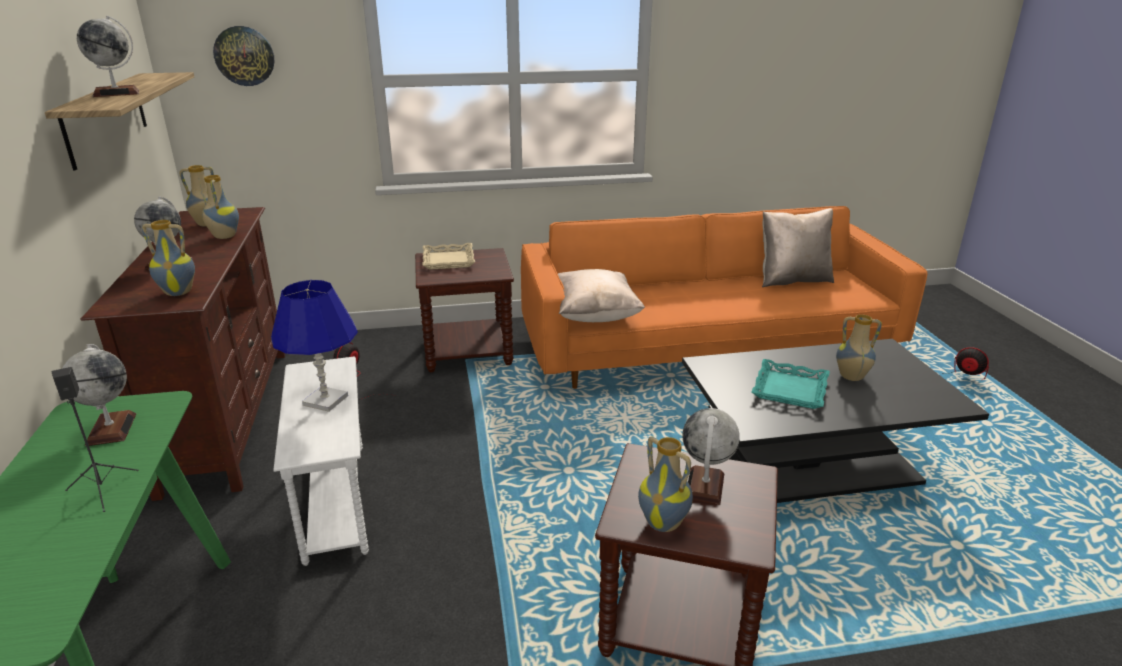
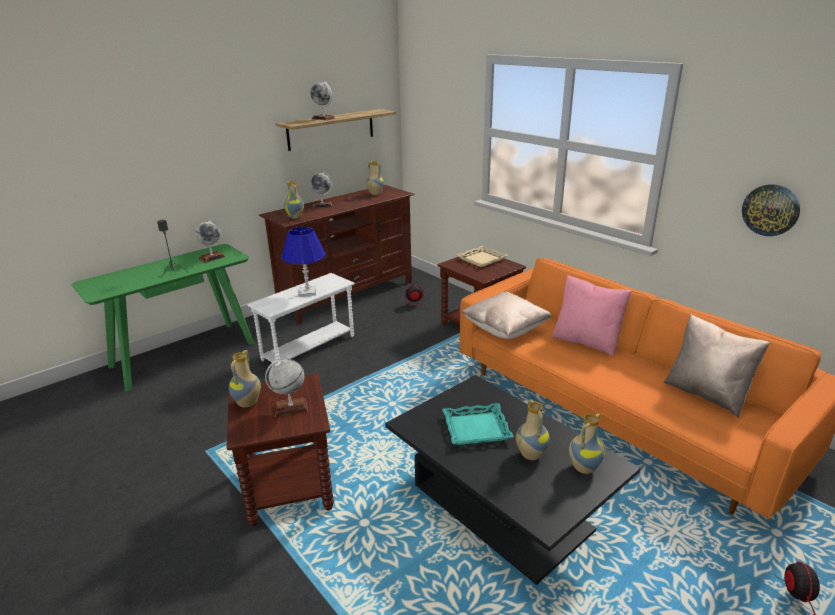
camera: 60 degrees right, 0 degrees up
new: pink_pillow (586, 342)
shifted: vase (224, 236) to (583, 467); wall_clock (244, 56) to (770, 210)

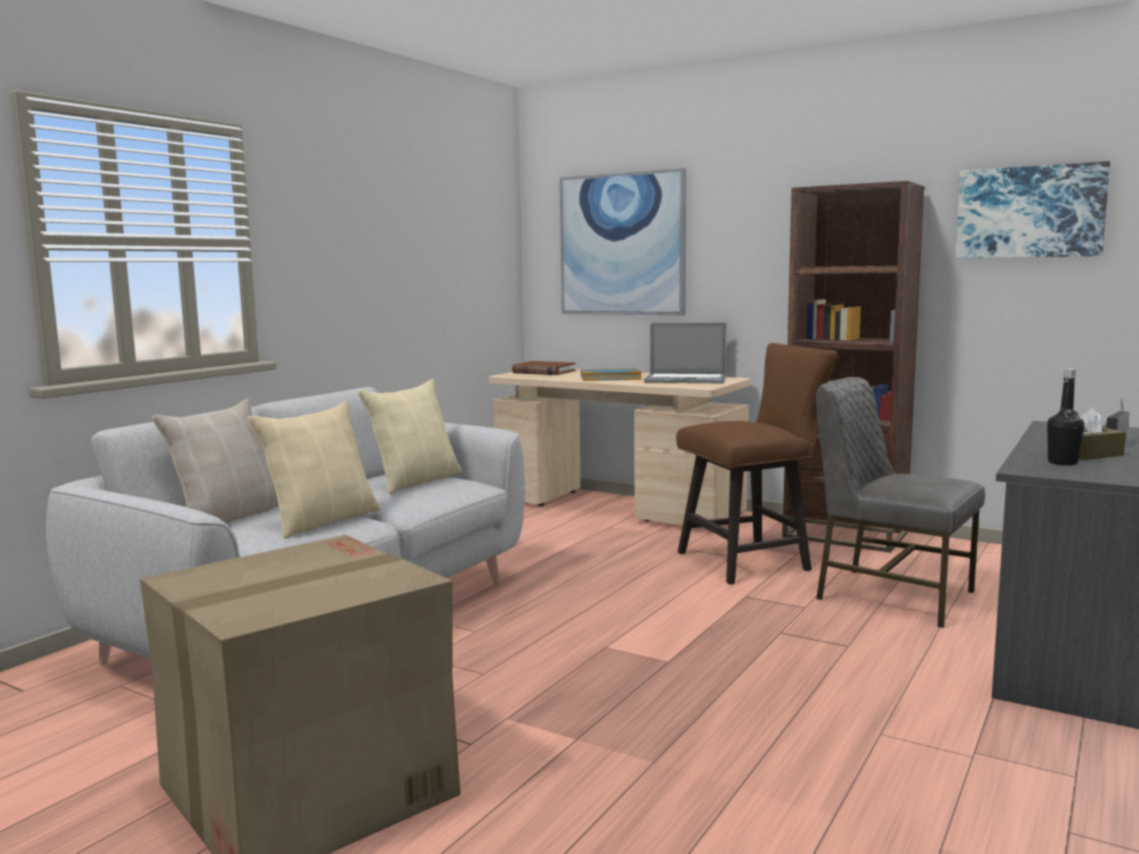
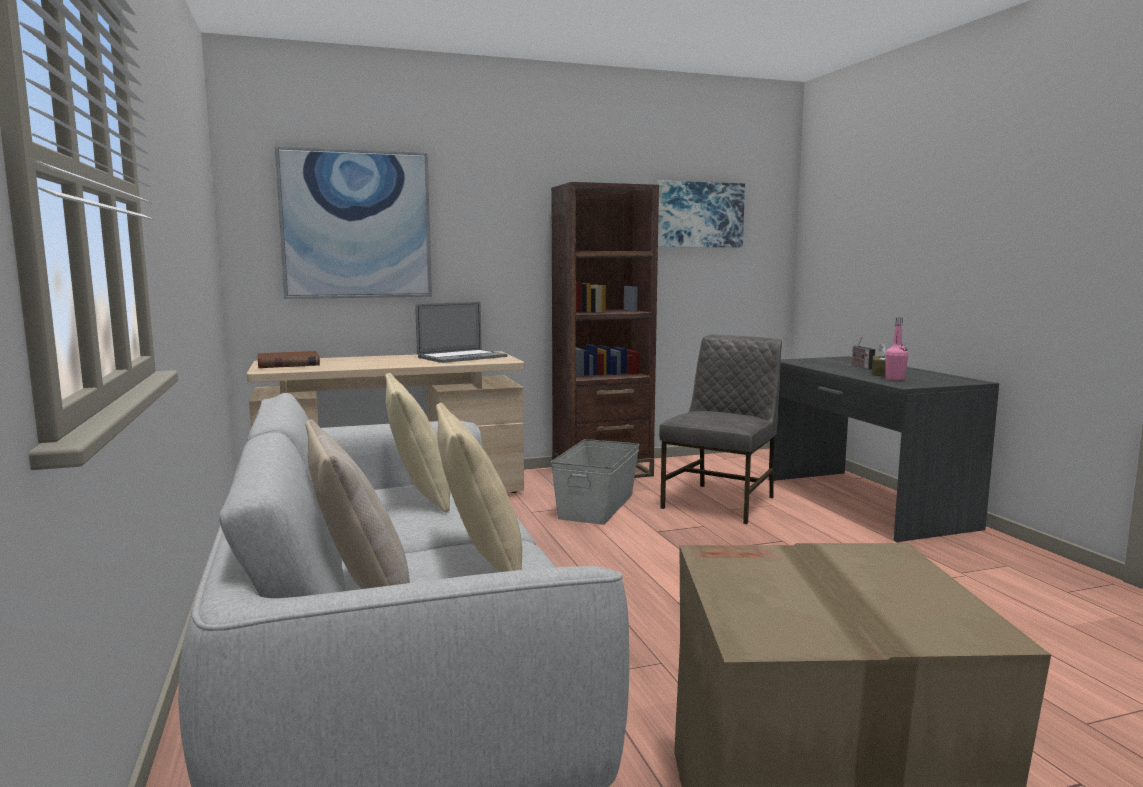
camera: 50 degrees left, 0 degrees up
gone: book (610, 378)
swapped: brown_chair (752, 561) to grey_storage_box (597, 506)
repainted: black_bottle (1062, 463) to pink_bottle (894, 379)
rotated: grey_chair (891, 595) = (721, 502) 135 degrees clockwise

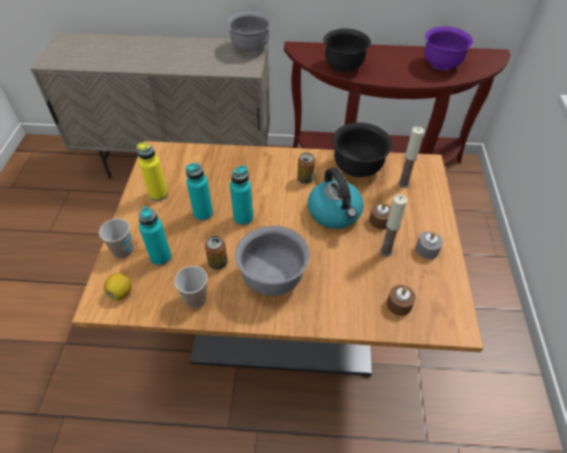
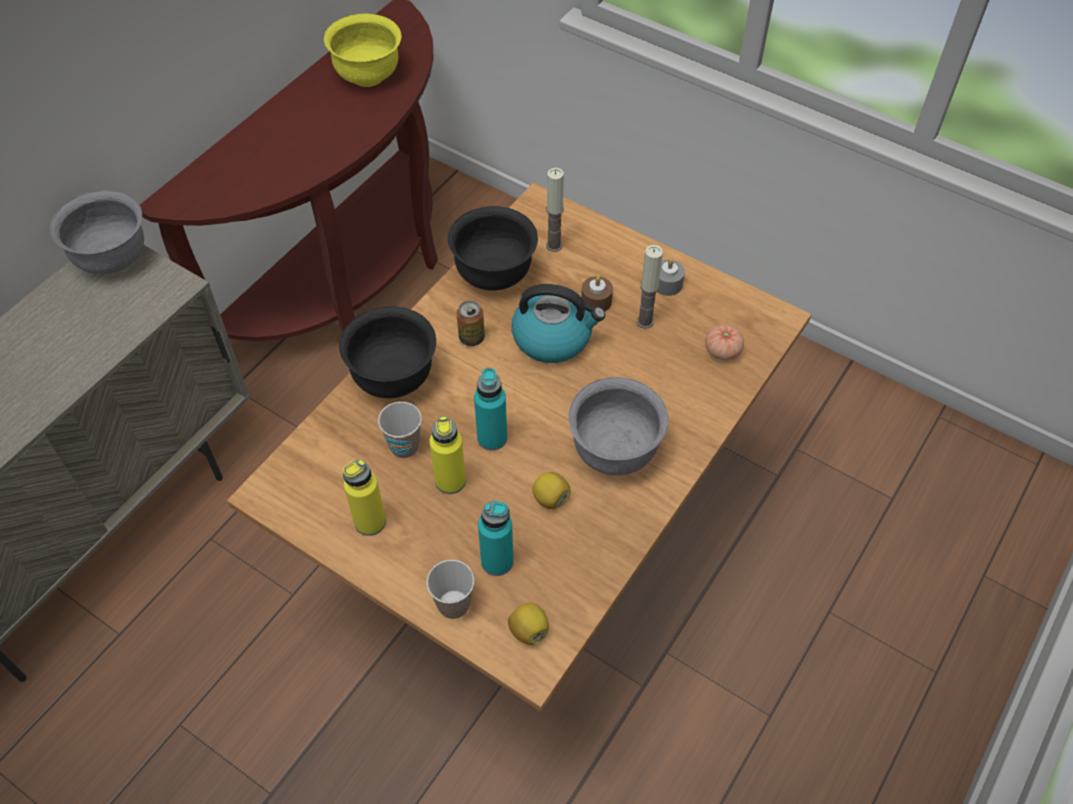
camera: 60 degrees left, 5 degrees up
shifted: black_bowl (344, 67) to (393, 378); cup (196, 299) to (404, 446)
swapped: can (218, 263) to lemon (550, 499); brown_candle (399, 304) to tomato (722, 351)
repainted: purple_bowl (441, 64) to yellow_bowl (368, 76); turquoise_bottle (203, 213) to yellow_bottle (450, 481)

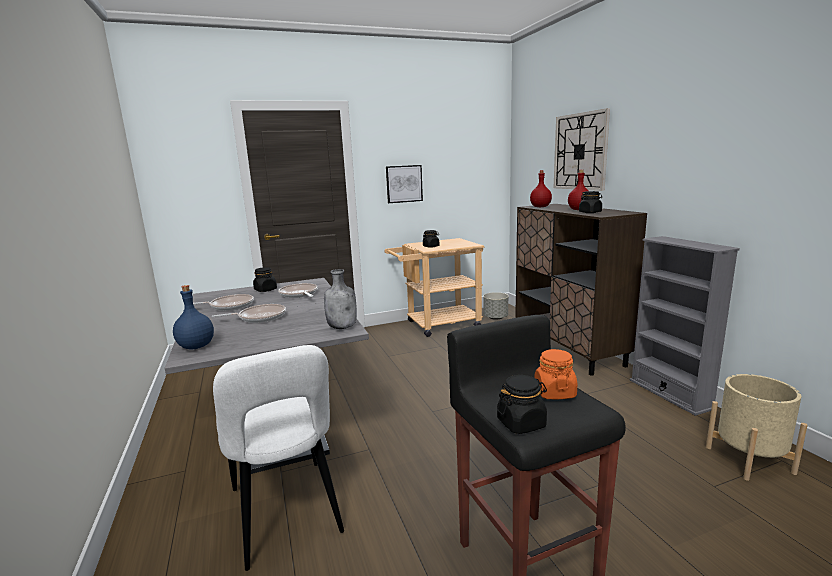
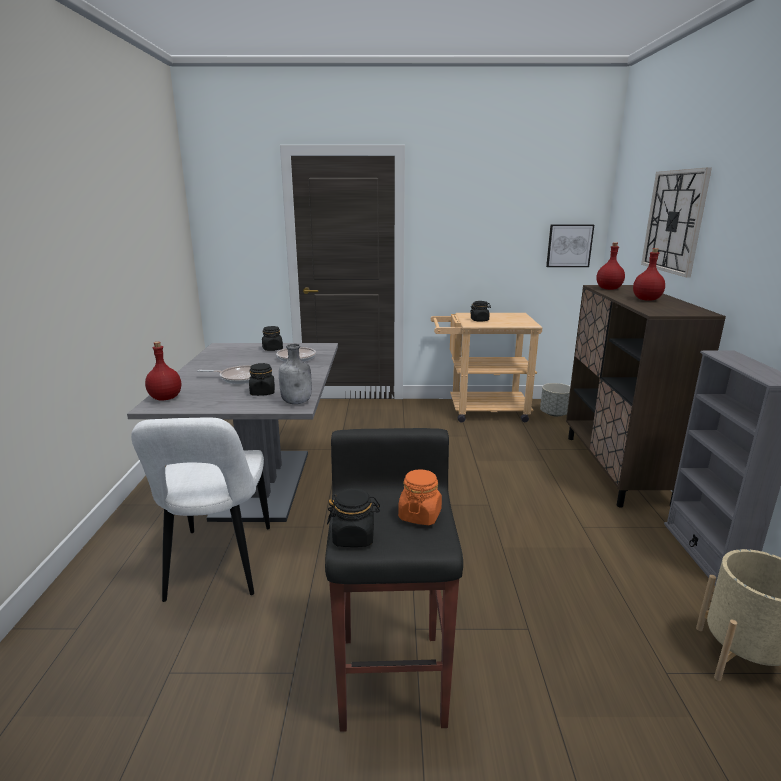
camera: 20 degrees right, 5 degrees up
gone: frying_pan (229, 306)
shifted: black_jar (590, 212) to (262, 392); picture (404, 184) to (569, 245)
repainted: blue_bottle (196, 346) to red_bottle (165, 398)

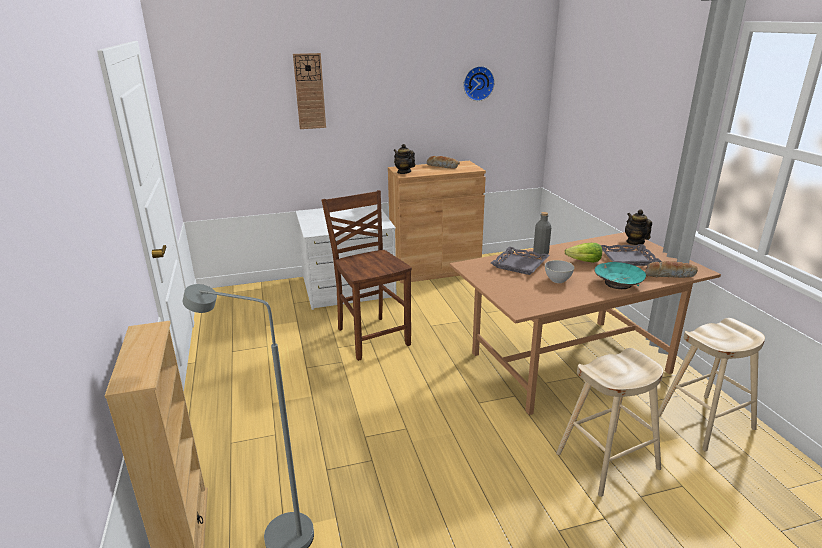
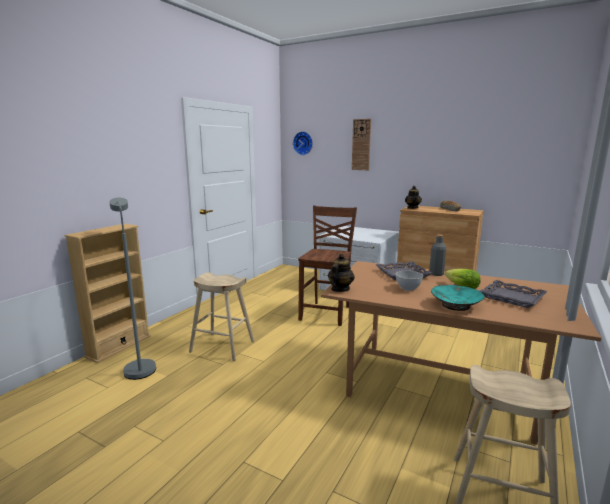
camera: 45 degrees right, 10 degrees down
gone: bread (669, 275)
shifted: beige_stool (607, 461) to (222, 346); wall_clock (478, 83) to (303, 143); teapot (635, 242) to (340, 289)

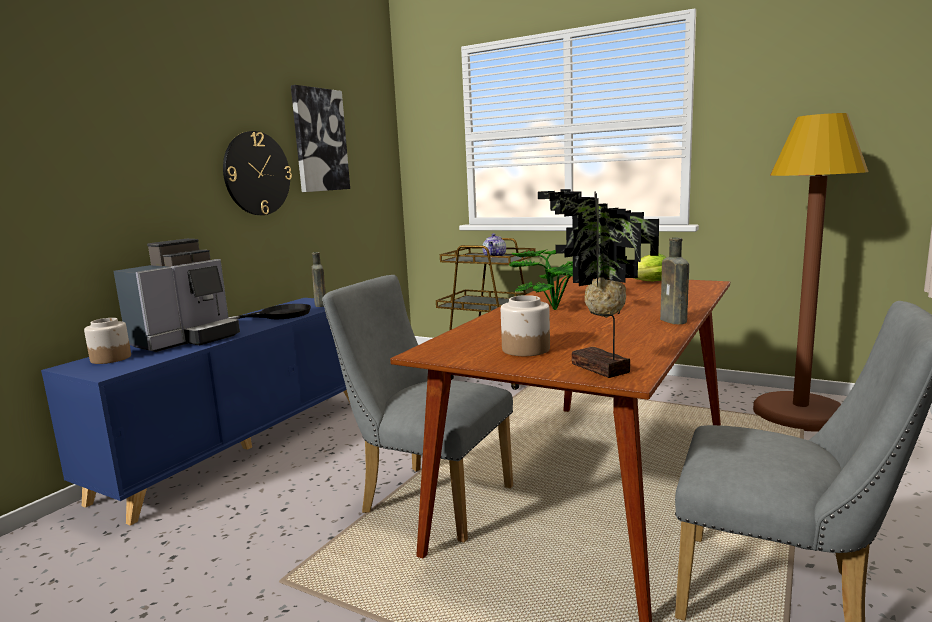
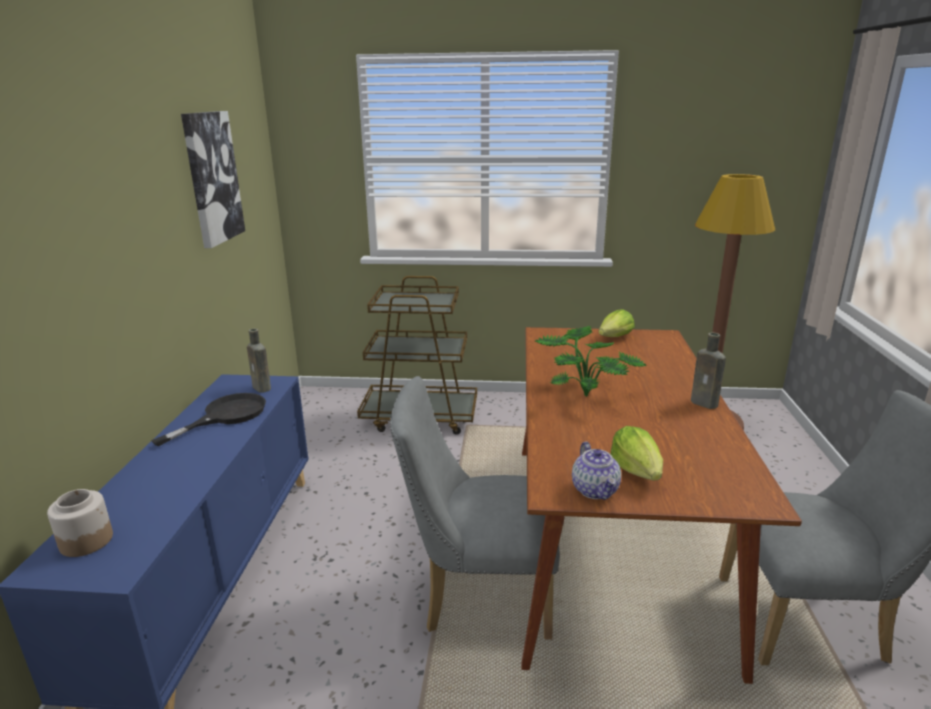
camera: 25 degrees left, 10 degrees up
gone: coffee_machine (187, 340); wall_clock (257, 173); potted_plant (598, 369)
shifted: teapot (494, 256) to (596, 490)
swapped: jar (526, 349) to lettuce (637, 471)

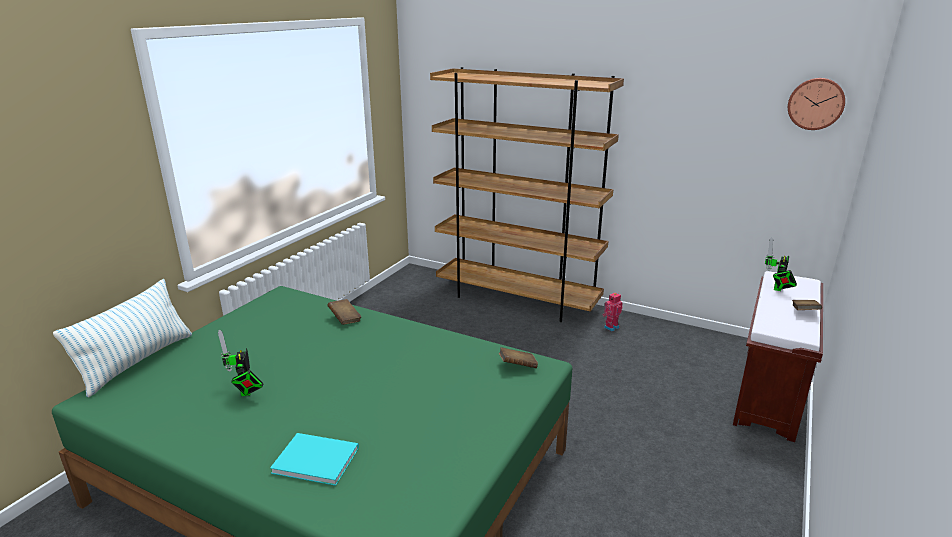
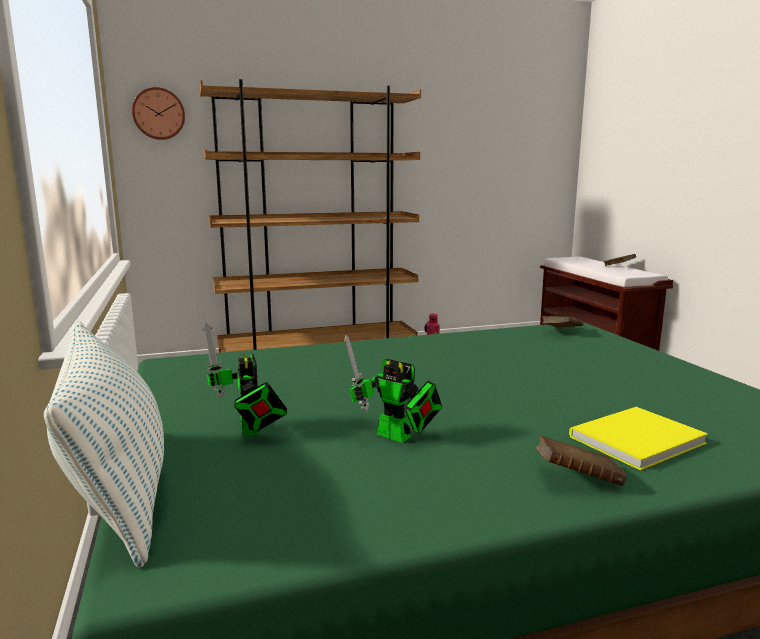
camera: 45 degrees left, 10 degrees down
shifted: wall_clock (815, 103) to (159, 114); toy_robot (777, 289) to (250, 431); brown_book (345, 319) to (577, 479)
repainted: turquoise_book (315, 458) to yellow_book (632, 439)

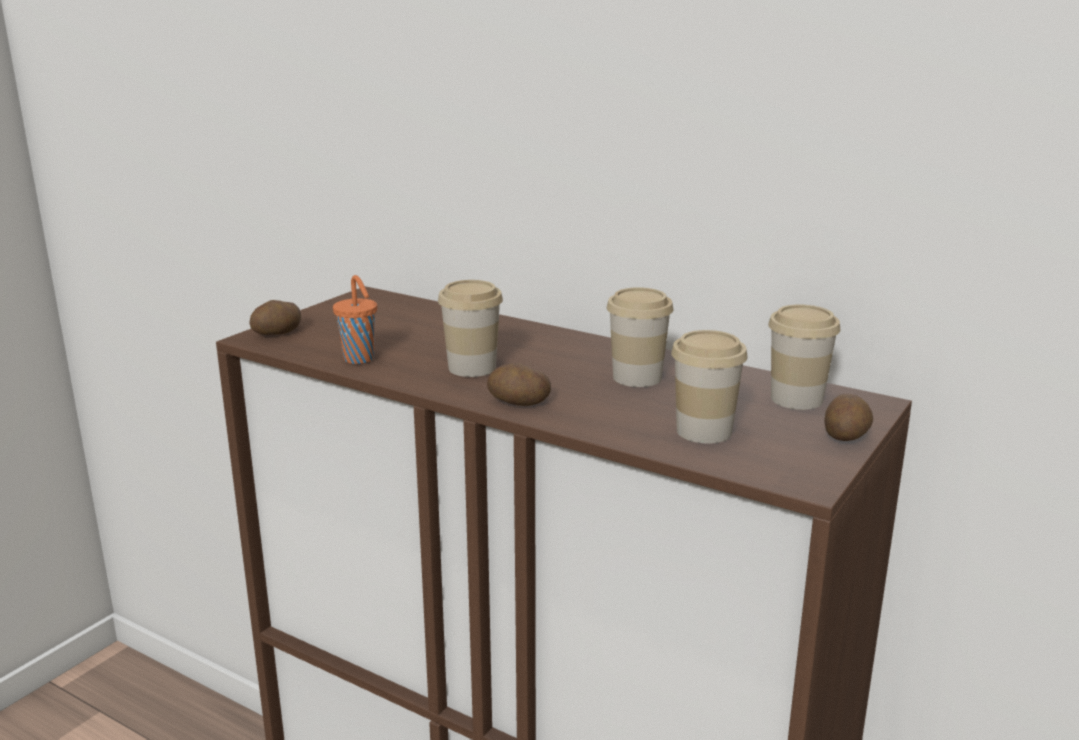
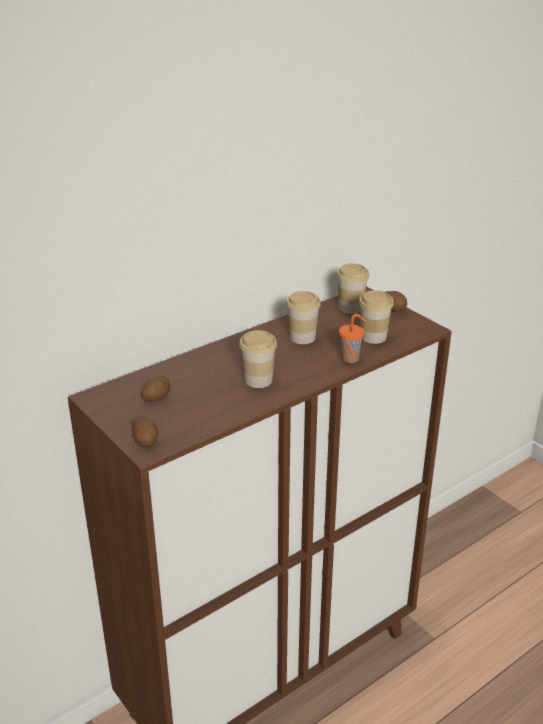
camera: 70 degrees left, 10 degrees up
shifted: potato (518, 403) to (157, 398); orange_cup (360, 360) to (351, 359)

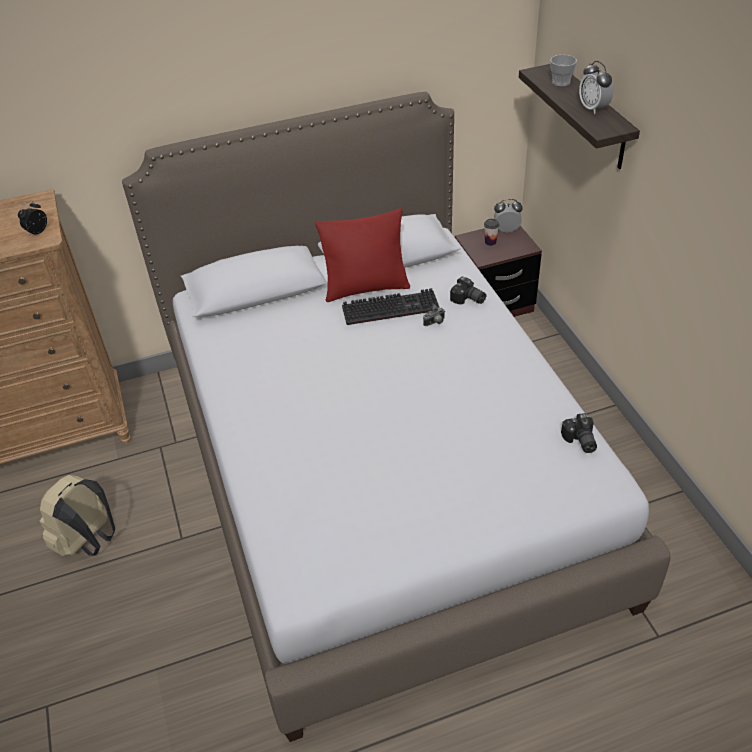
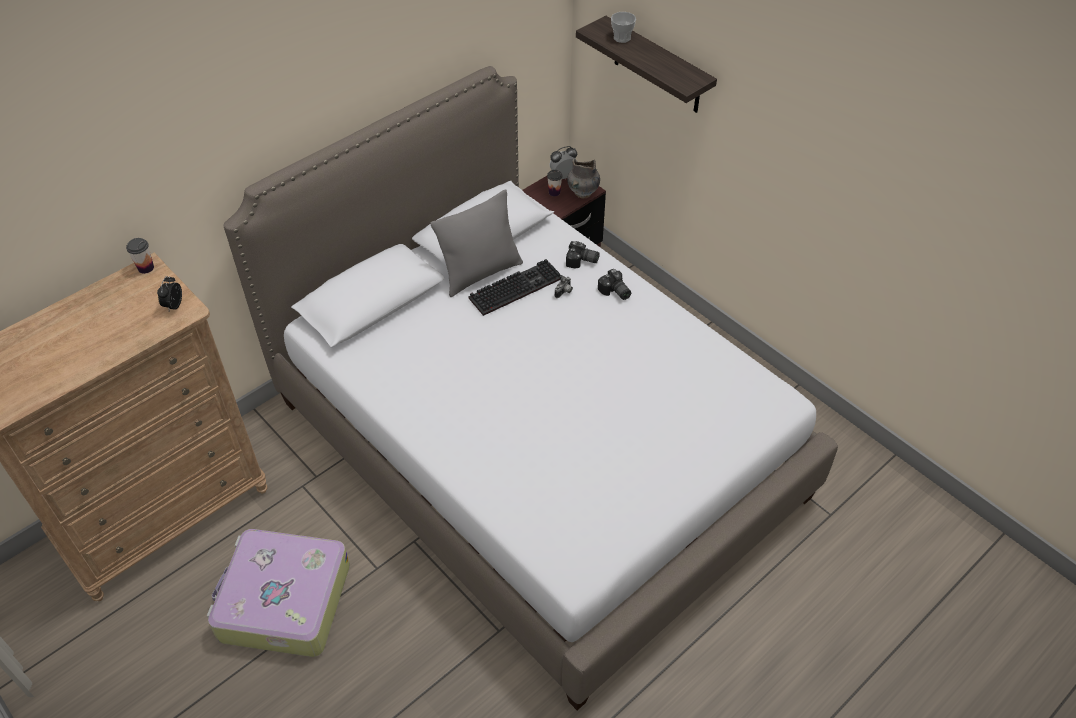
camera: 25 degrees left, 5 degrees up
gone: alarm_clock (593, 108)
new: cup (146, 268); grey_vase (583, 192)
shifted: photo_camera (579, 441) to (614, 292)
swapped: beige_backpack (89, 541) to suitcase (283, 602)
repainted: red_pillow (366, 288) to grey_pillow (480, 273)

